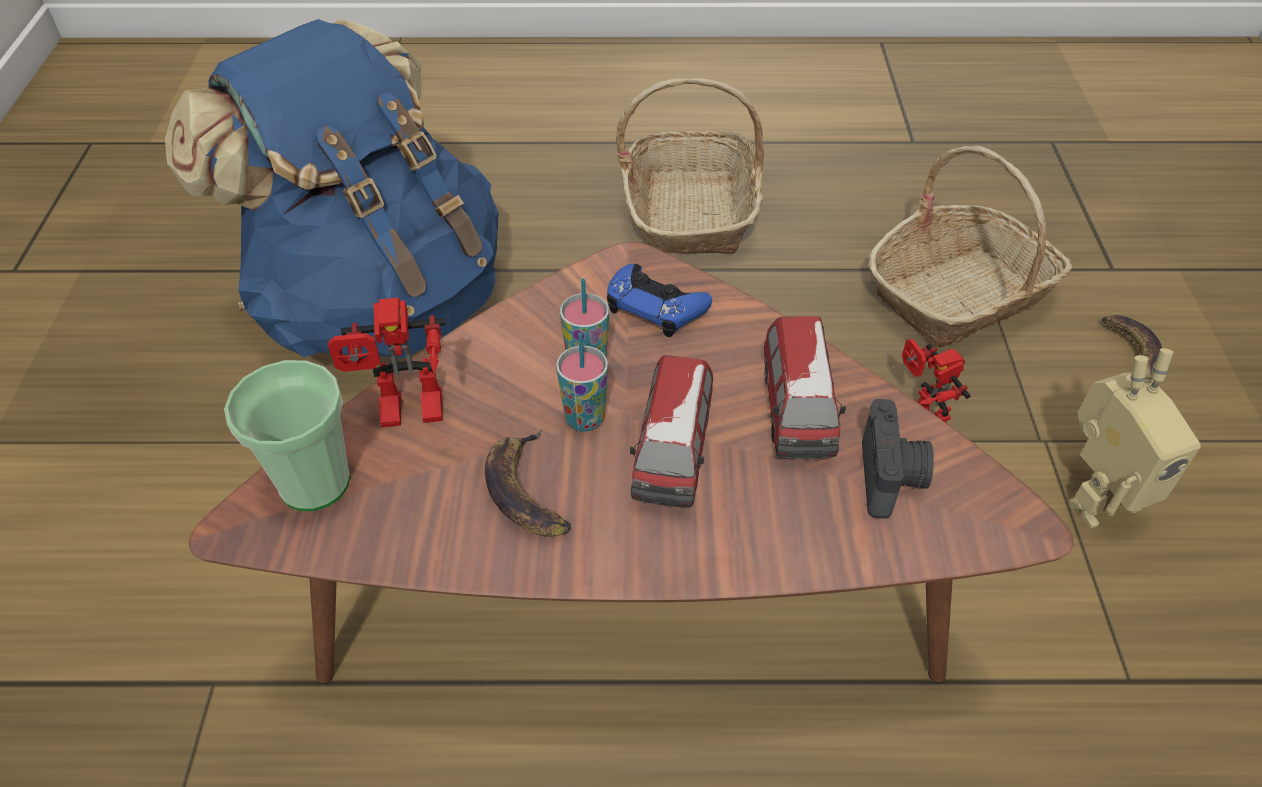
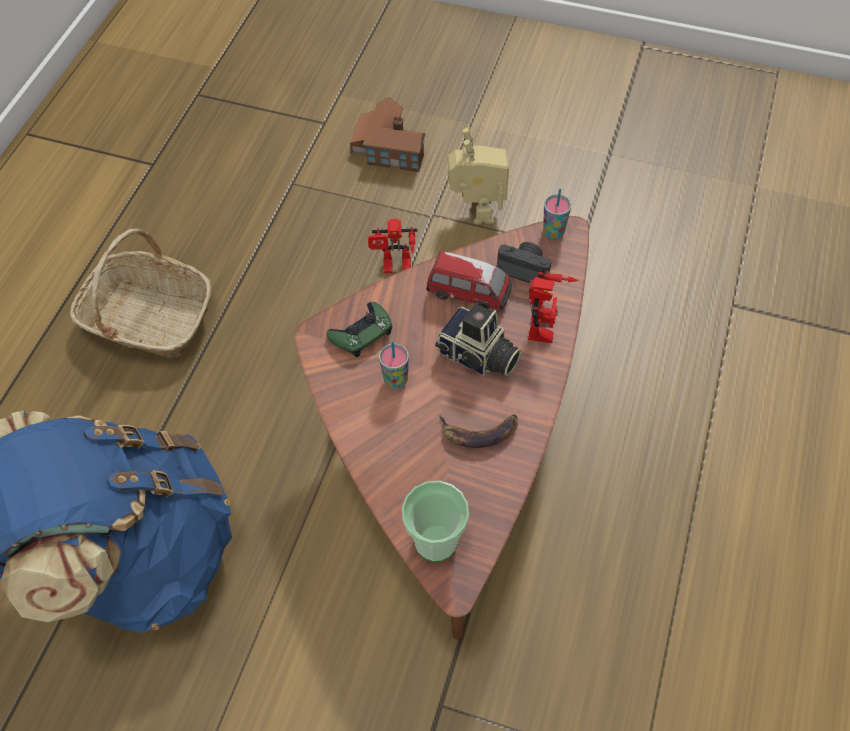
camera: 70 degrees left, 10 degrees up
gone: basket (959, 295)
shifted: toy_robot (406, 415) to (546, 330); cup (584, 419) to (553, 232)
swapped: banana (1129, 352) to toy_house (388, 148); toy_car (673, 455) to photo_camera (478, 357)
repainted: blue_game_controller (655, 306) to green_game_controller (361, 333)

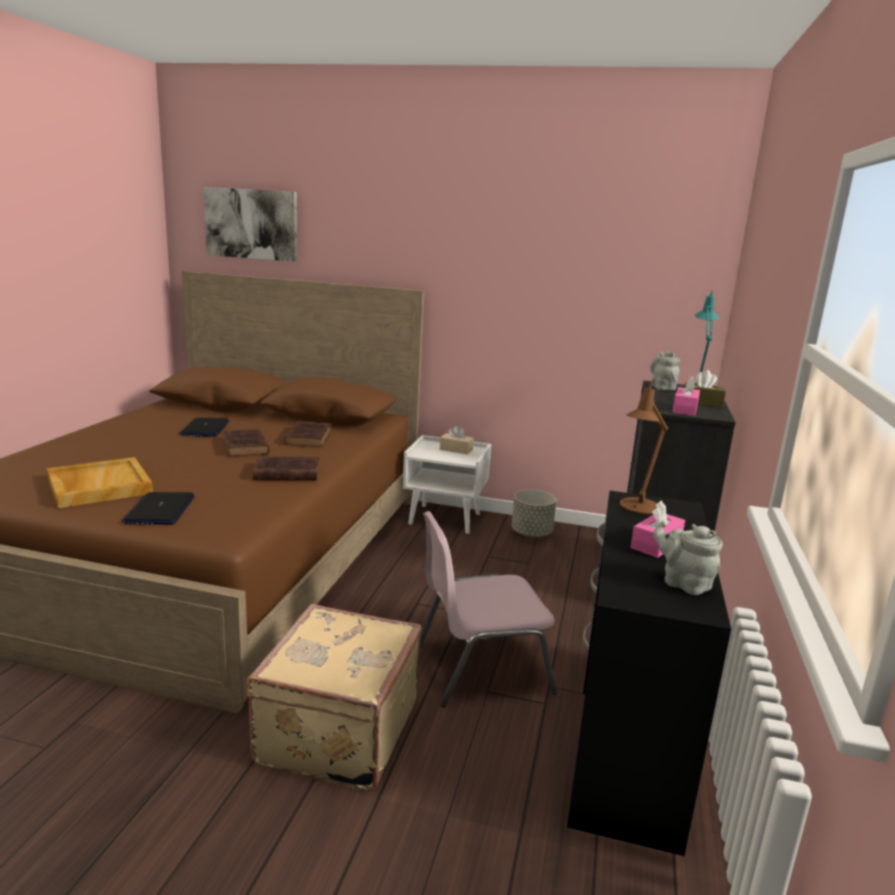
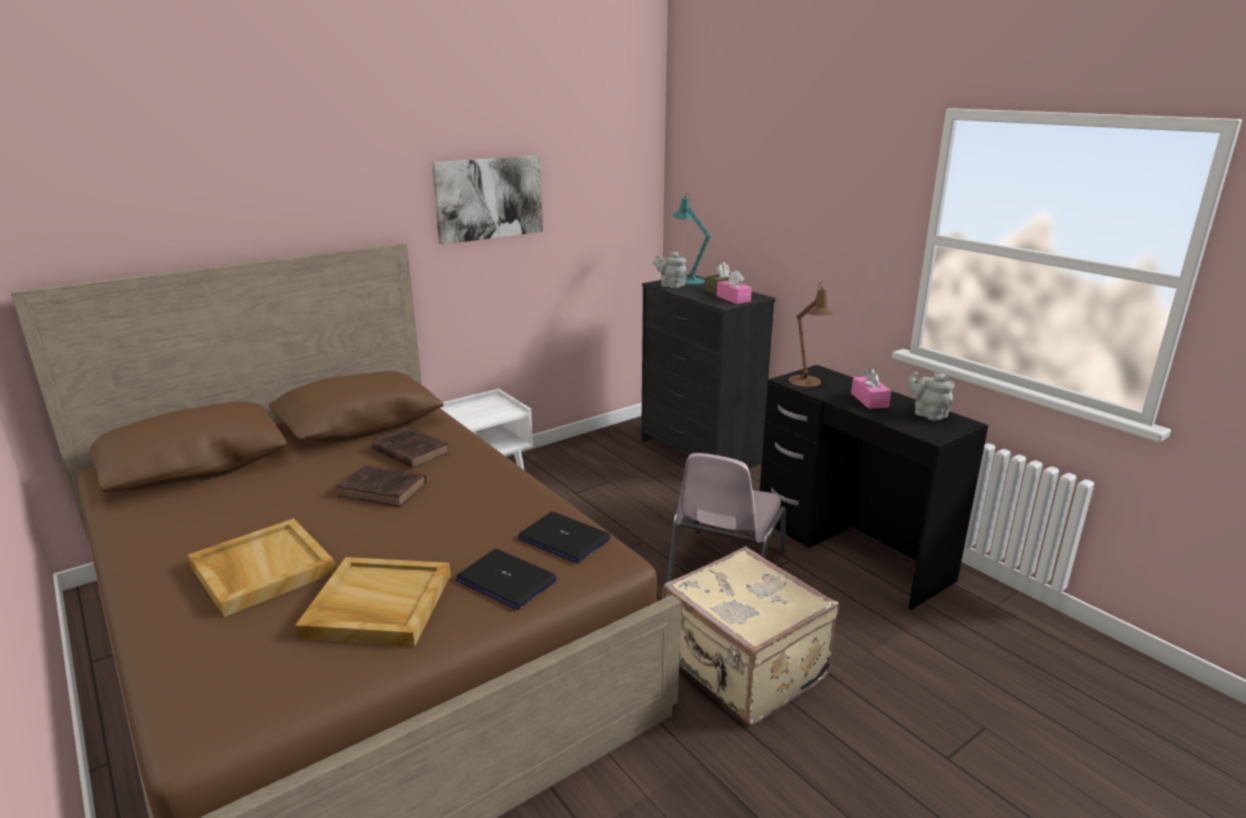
camera: 50 degrees left, 5 degrees up
gone: brown_book (285, 473); beige_tissue_box (456, 449); grey_planter (532, 533)
new: beige_tray (261, 569)
shifted: picture (251, 224) to (488, 198); laptop (205, 428) to (563, 539)
rotated: grey_teapot (683, 583) = (928, 414) 60 degrees clockwise

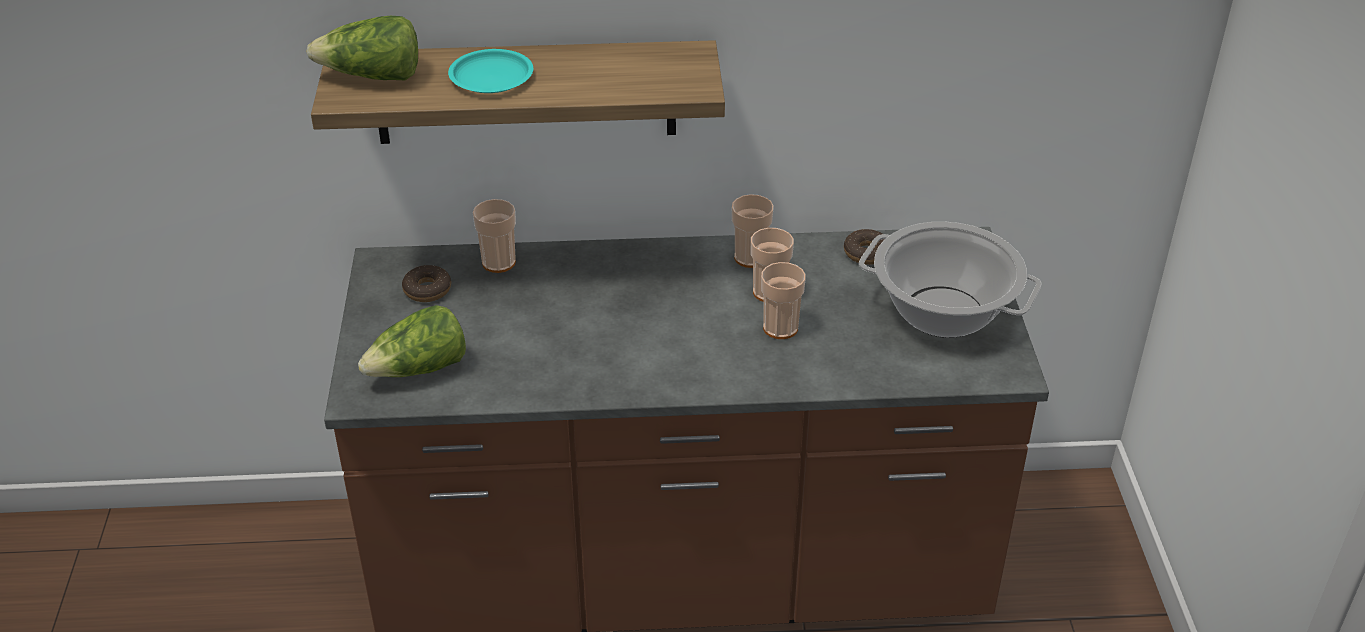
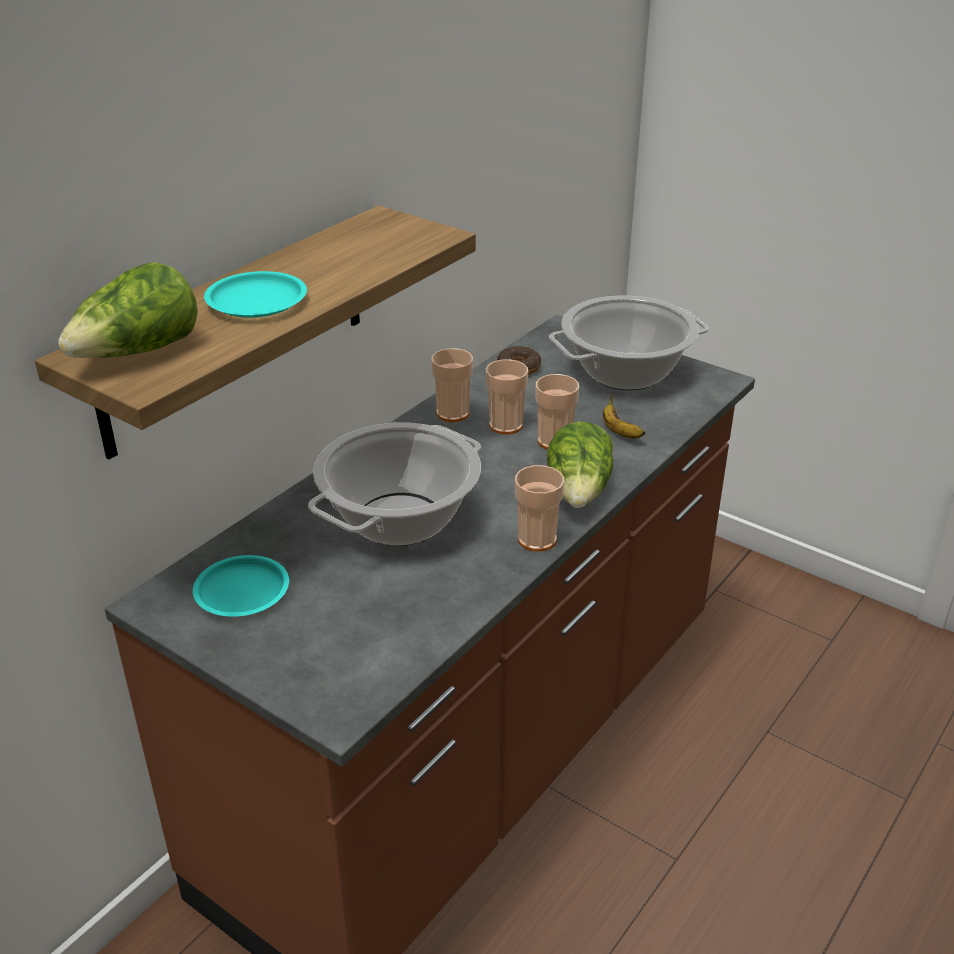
camera: 50 degrees left, 5 degrees down
new: cooking_pot (400, 519); banana (619, 432)
shifted: cup (498, 262) to (537, 539); lettuce (419, 369) to (579, 492)
swapped: donut (427, 290) to turquoise_plate (242, 592)

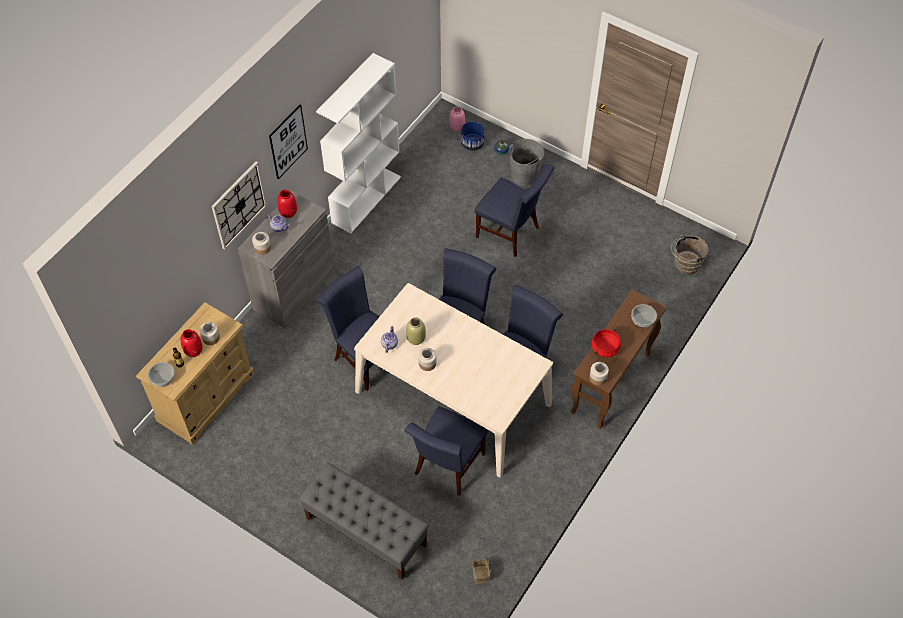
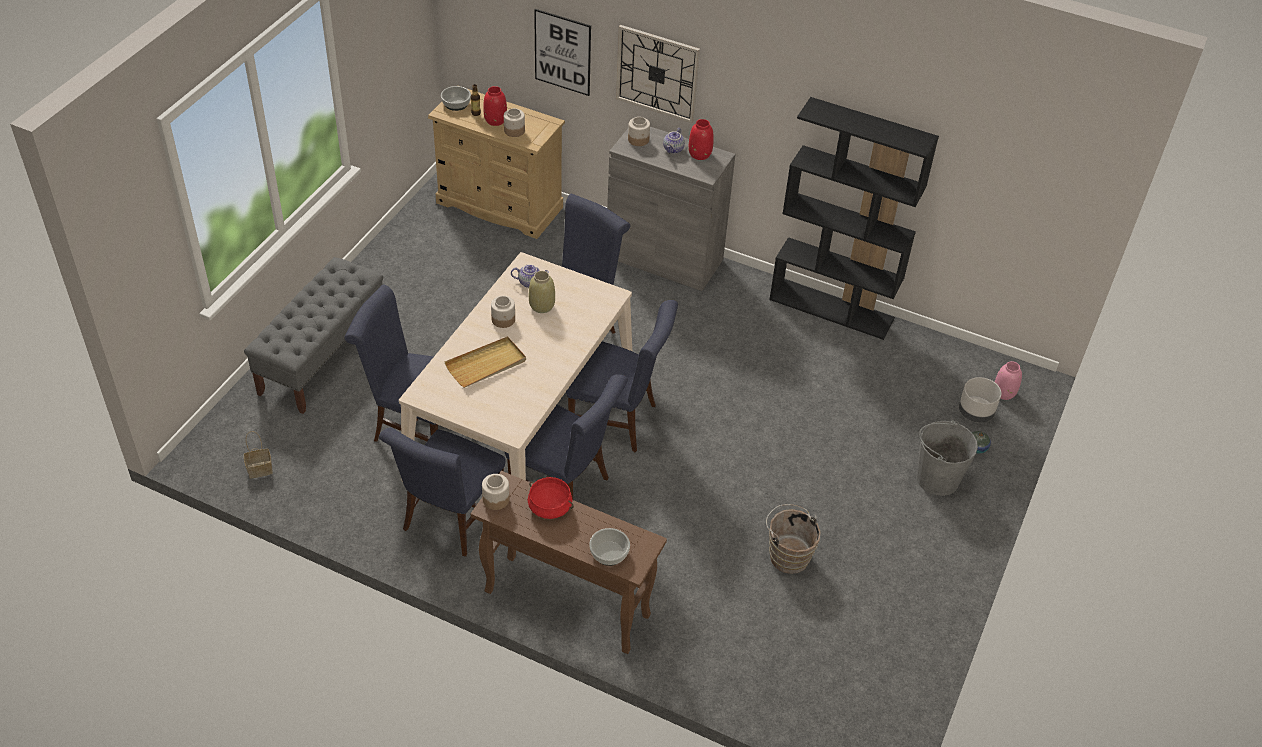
camera: 80 degrees right, 10 degrees down
new: beige_tray (486, 364)
shifted: blue_chair (511, 233) to (450, 521); picture (288, 142) to (562, 52); brown_bucket (684, 265) to (787, 554)
repainted: white_bookcase (366, 199) to black_bookcase (832, 309); blue_planter (472, 144) to grey_planter (975, 413)

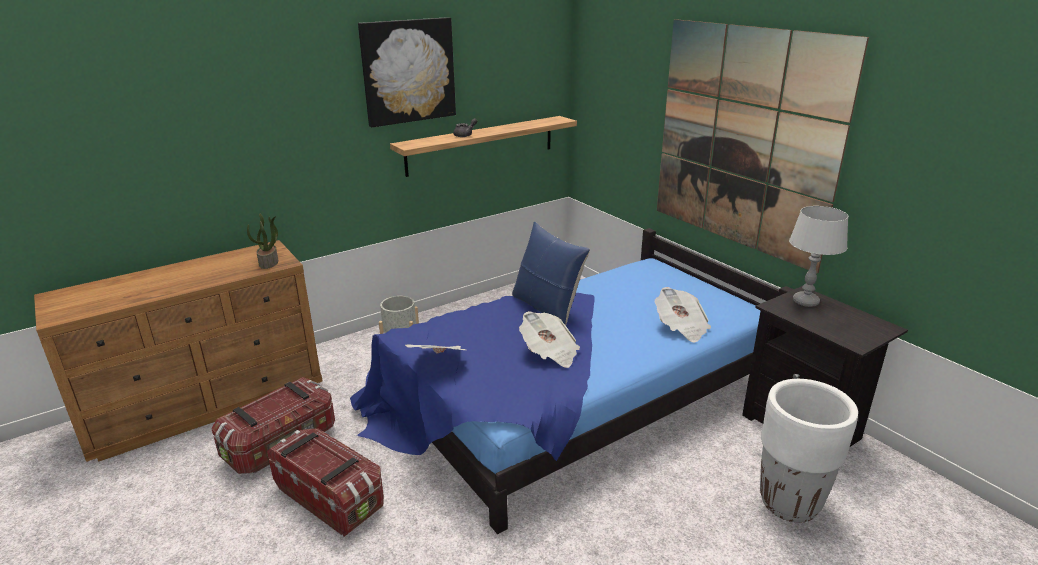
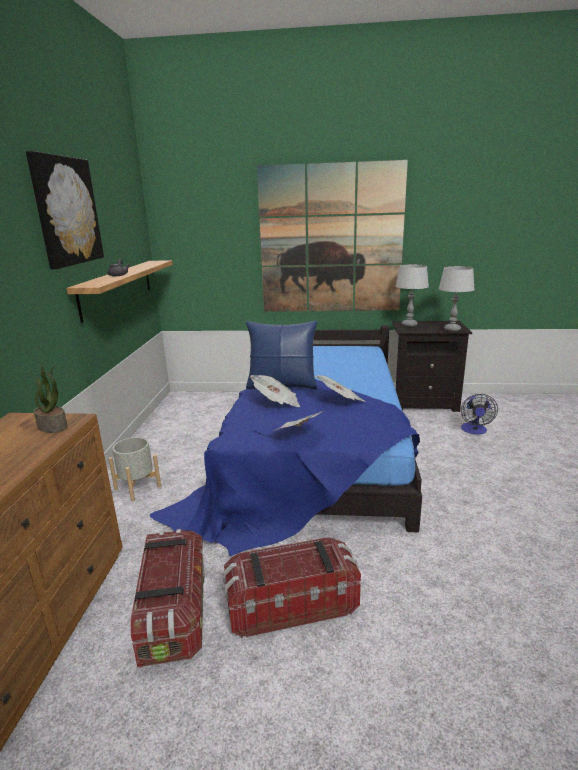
camera: 50 degrees left, 5 degrees down
new: grey_table_lamp (452, 329)
shifted: newspaper (681, 328) to (277, 403)
swapped: white_planter (789, 503) to fan (474, 431)

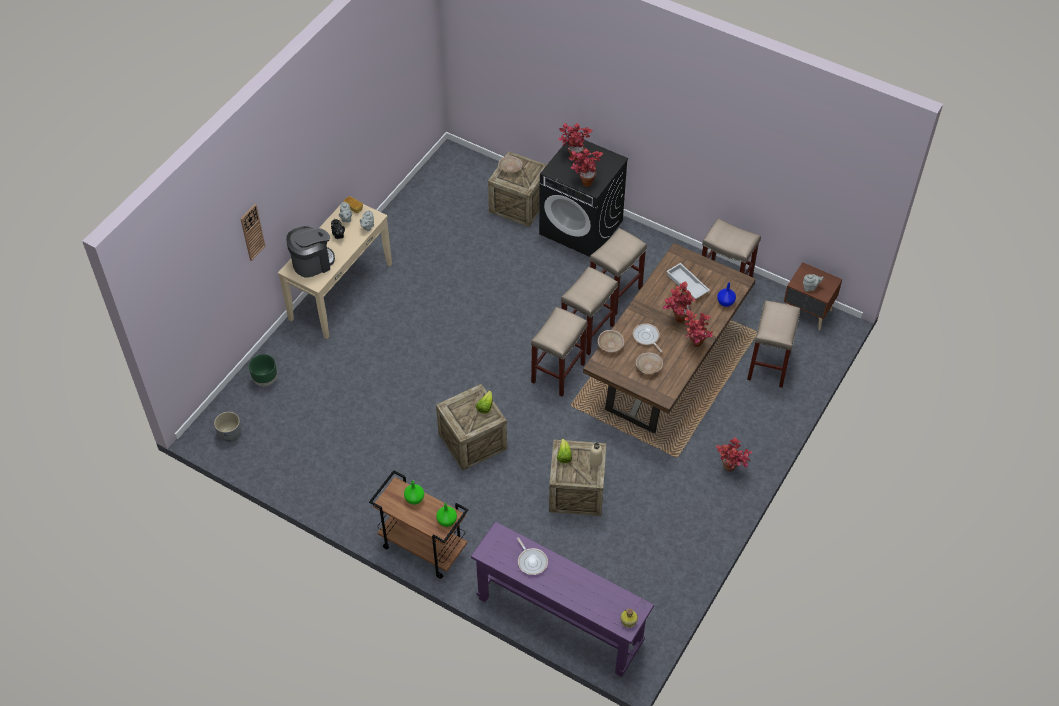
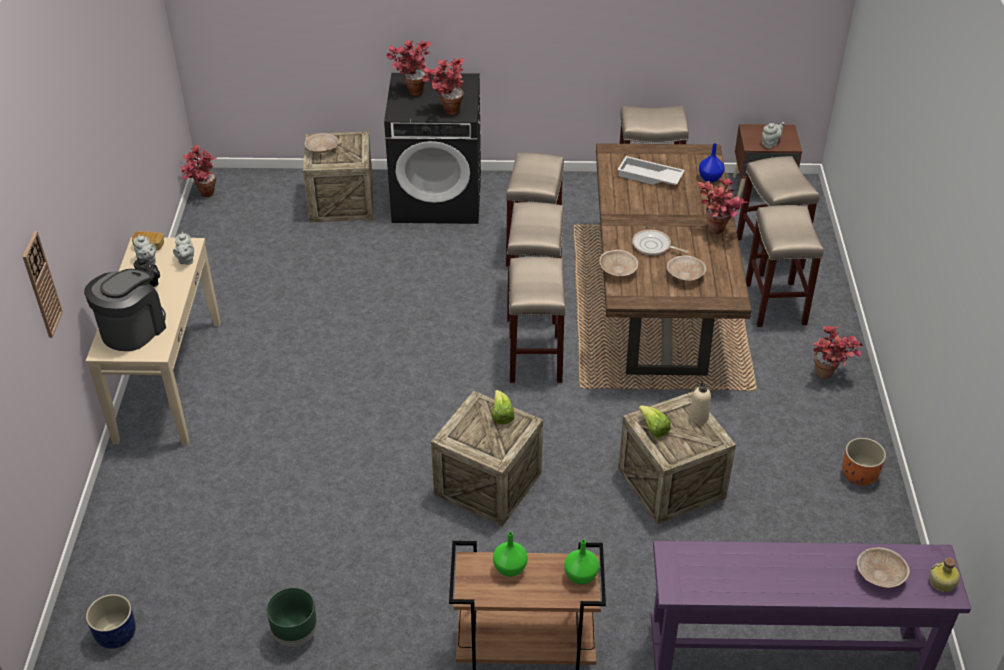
camera: 30 degrees left, 10 degrees down
gone: frying_pan (532, 561)
new: beige_stool (776, 305); orange_planter (859, 475); beige_bowl (879, 575)
shifted: potted_plant (676, 319) to (203, 195); green_planter (265, 380) to (295, 635)
repainted: grey_planter (230, 434) to blue_planter (116, 635)

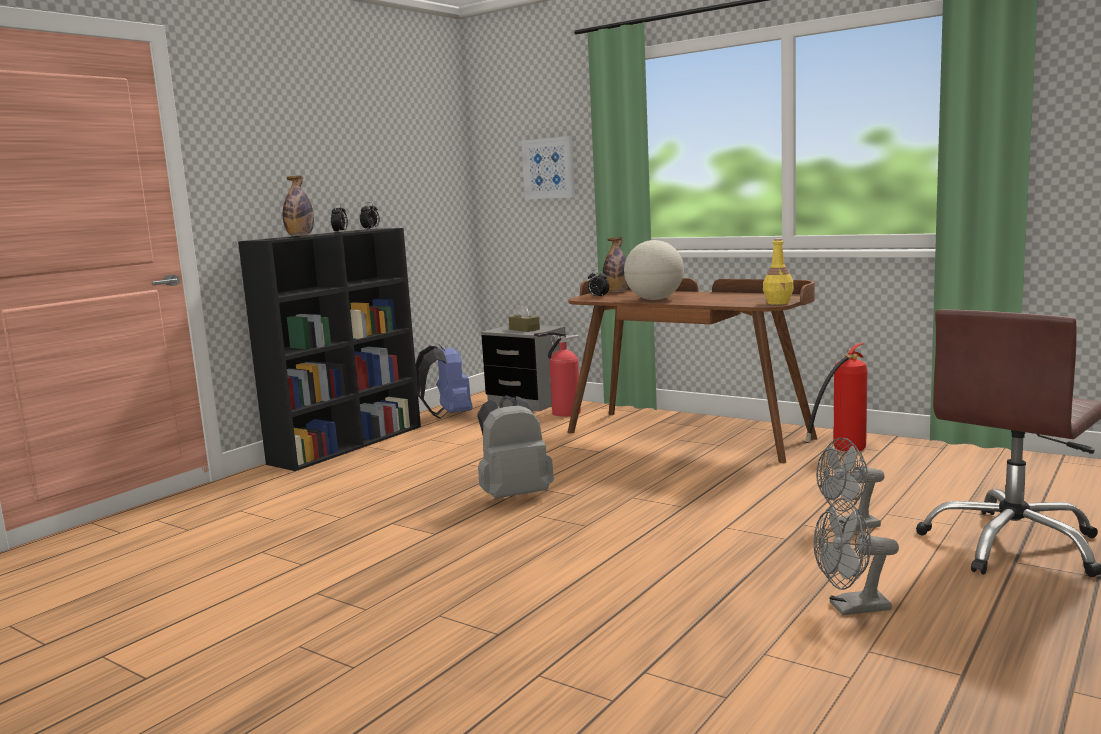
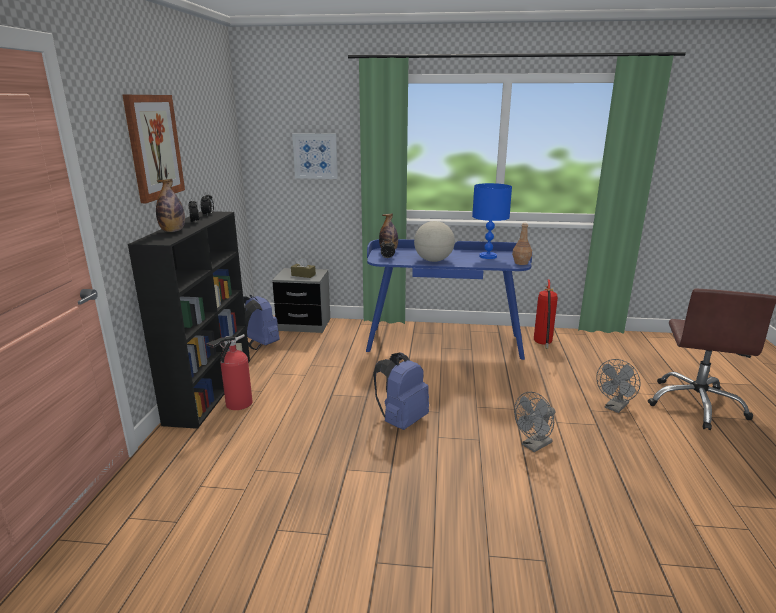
camera: 30 degrees left, 10 degrees up
new: picture (154, 147); blue_table_lamp (487, 256)
shifted: fire_extinguisher (563, 413) to (236, 404); grey_fan (851, 608) to (534, 446)
repainted: brown_desk (688, 435) to blue_desk (444, 342); grey_backpack (514, 496) to blue_backpack (401, 421); yellow_bottle (778, 303) to brown_bottle (521, 263)

